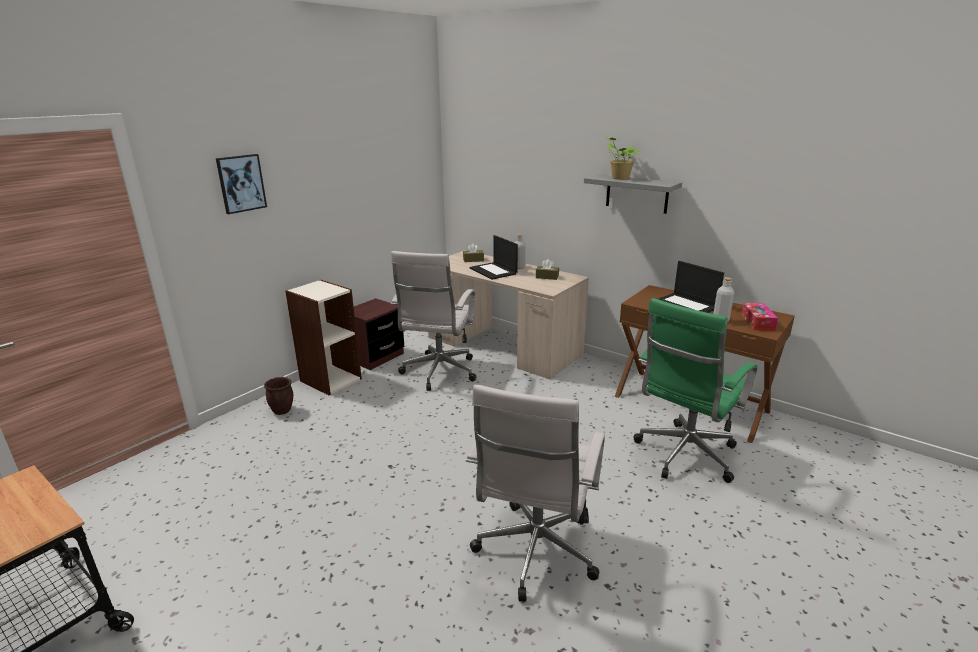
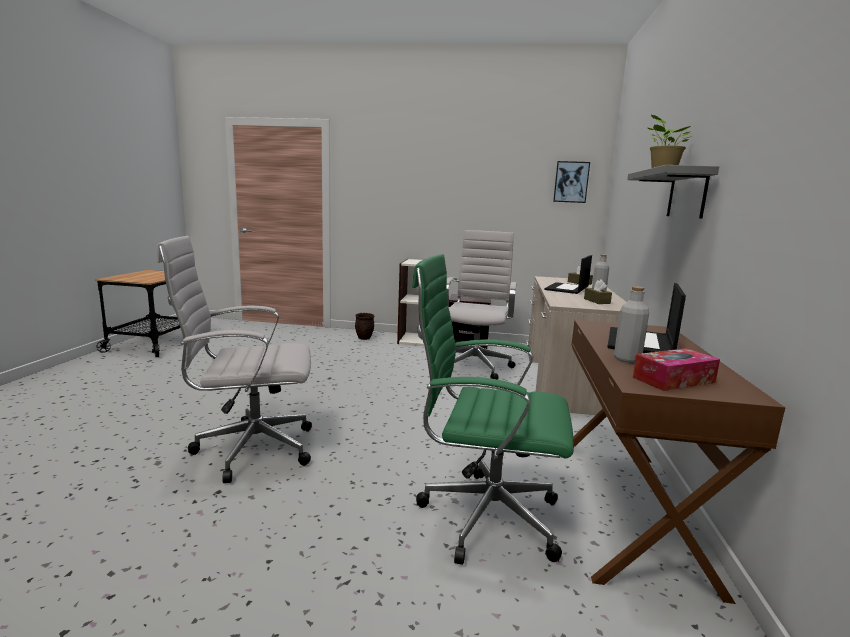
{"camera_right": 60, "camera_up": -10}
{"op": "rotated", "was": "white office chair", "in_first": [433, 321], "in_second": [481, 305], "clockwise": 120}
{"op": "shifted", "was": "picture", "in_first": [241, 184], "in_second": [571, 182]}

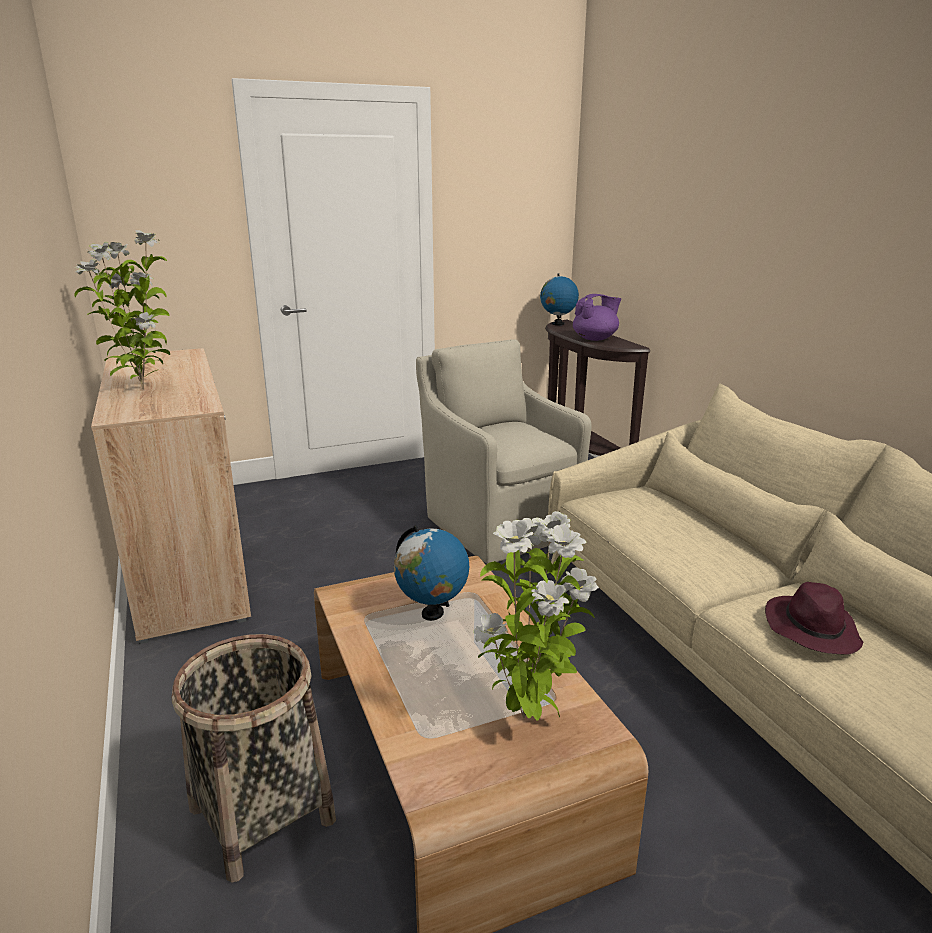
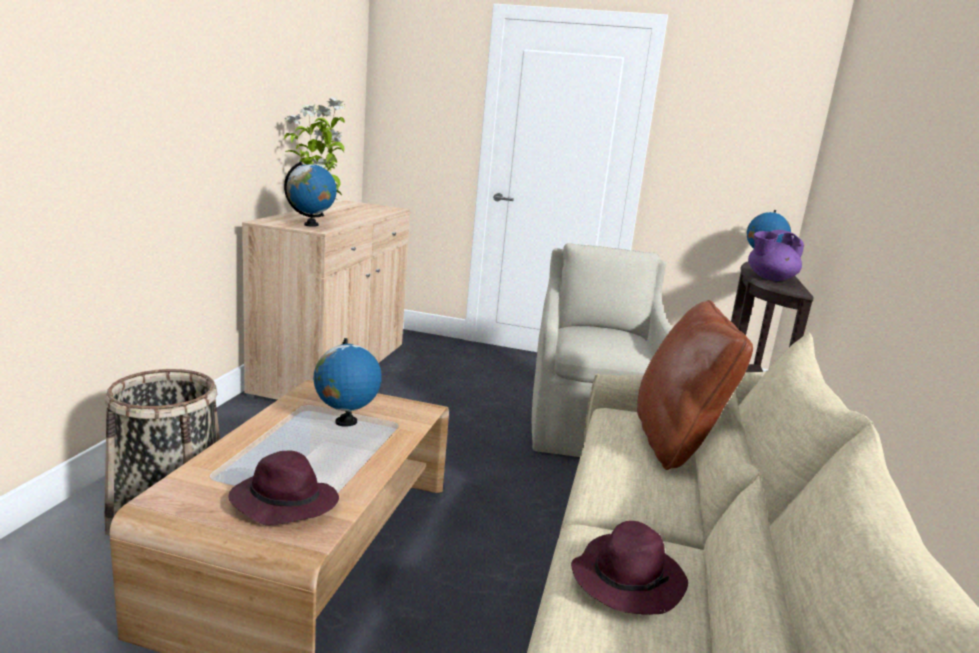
{"camera_right": 35, "camera_up": -5}
{"op": "swapped", "was": "potted plant", "now": "purple hat", "in_first": [536, 616], "in_second": [283, 488]}
{"op": "new", "now": "globe", "in_second": [310, 194]}
{"op": "new", "now": "brown pillow", "in_second": [695, 385]}
{"op": "rotated", "was": "purple teapot", "in_first": [597, 317], "in_second": [776, 255], "clockwise": 150}

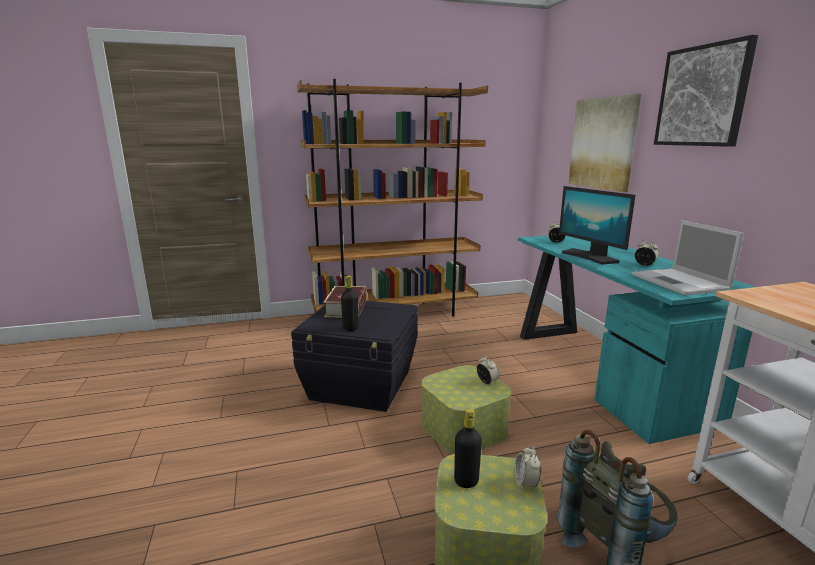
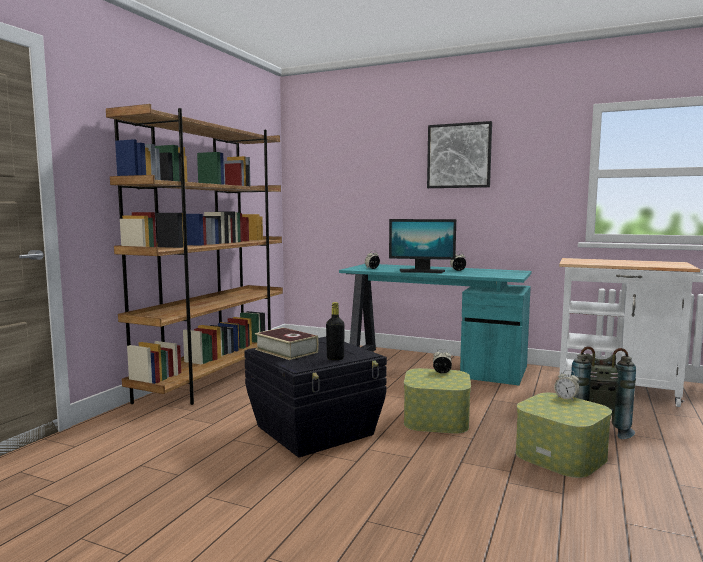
{"camera_right": -50, "camera_up": -10}
{"op": "gone", "was": "black bottle", "in_first": [468, 448]}
{"op": "gone", "was": "picture", "in_first": [604, 143]}
{"op": "gone", "was": "laptop", "in_first": [688, 257]}

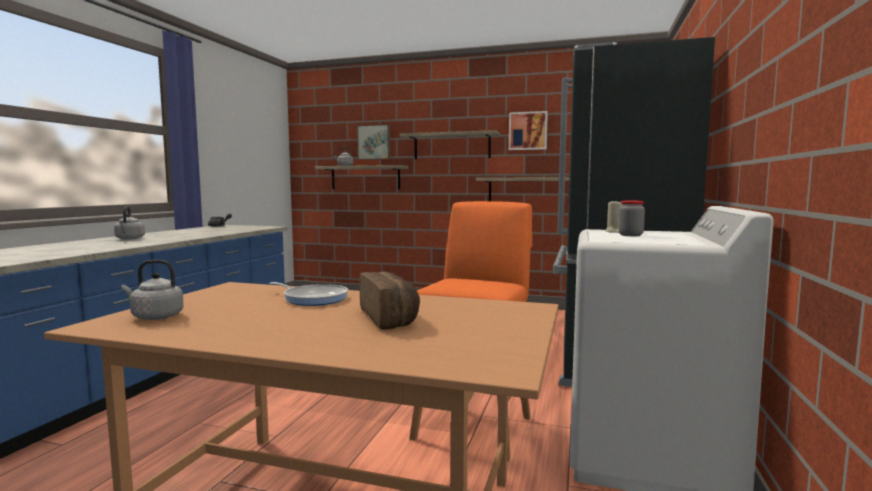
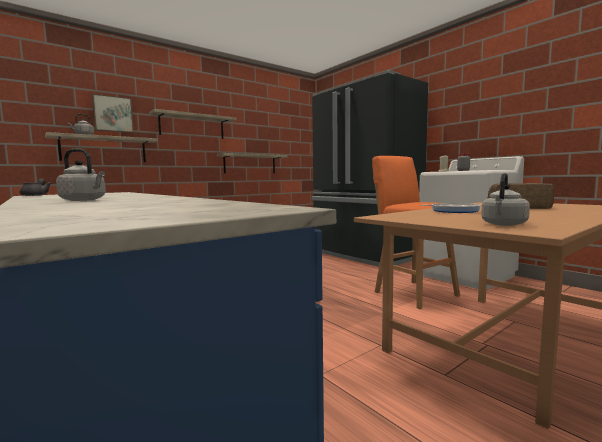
{"camera_right": -55, "camera_up": 0}
{"op": "gone", "was": "picture", "in_first": [528, 130]}

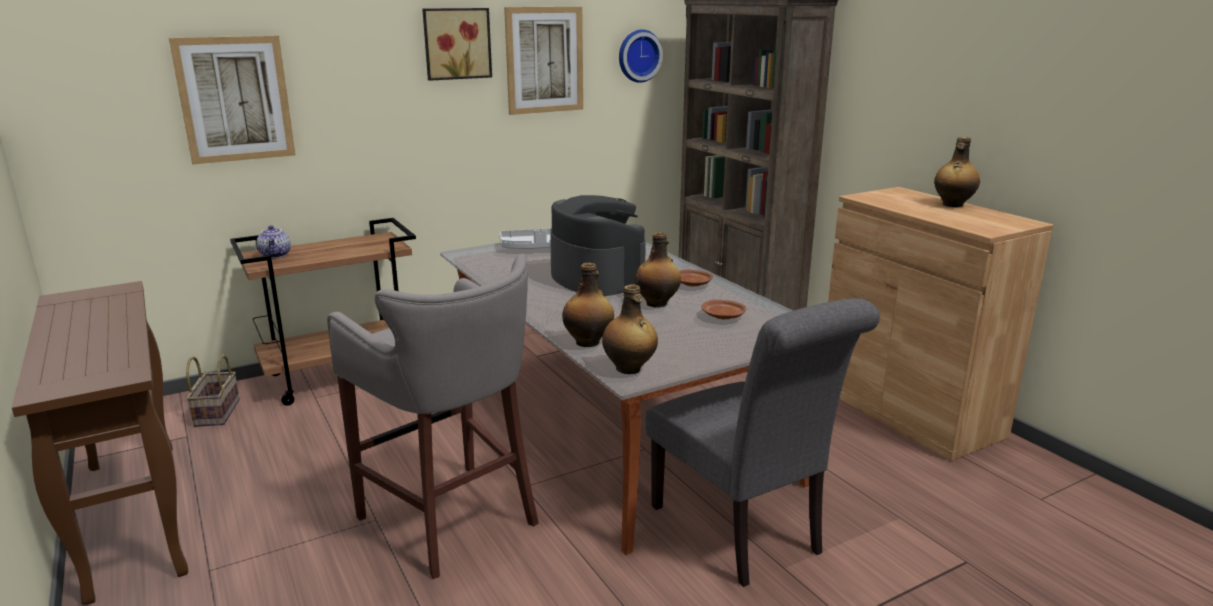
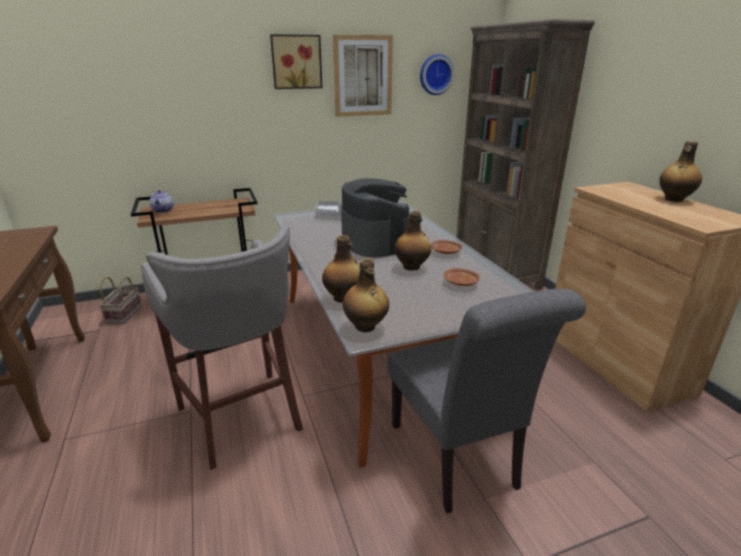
{"camera_right": 10, "camera_up": 5}
{"op": "gone", "was": "picture", "in_first": [232, 100]}

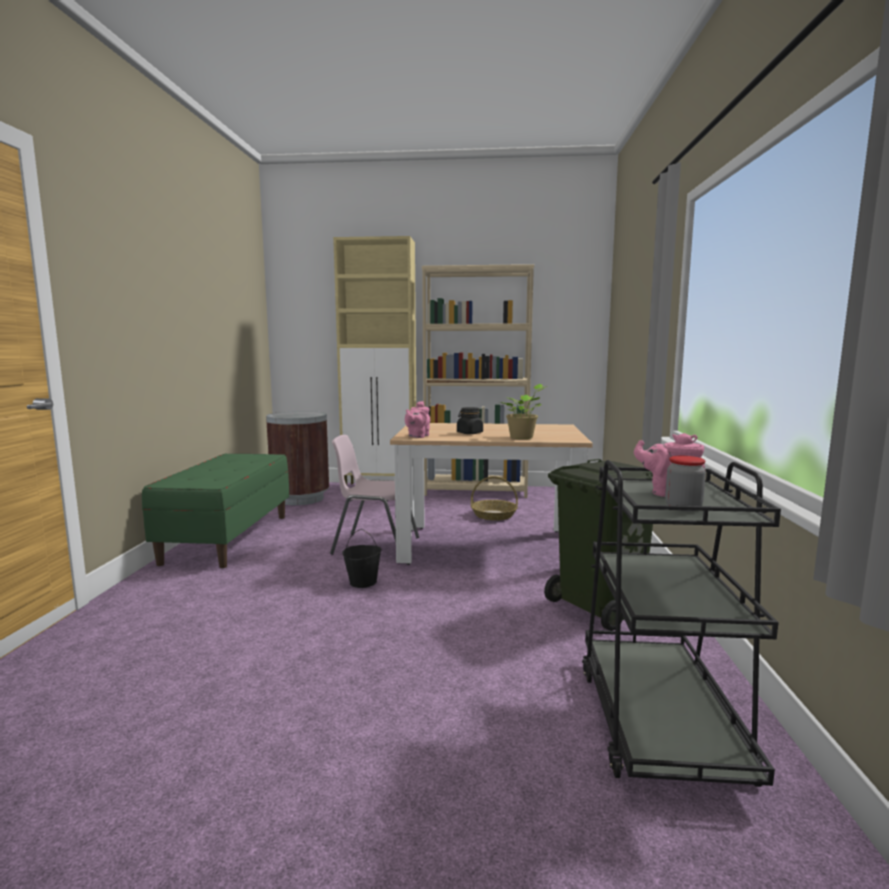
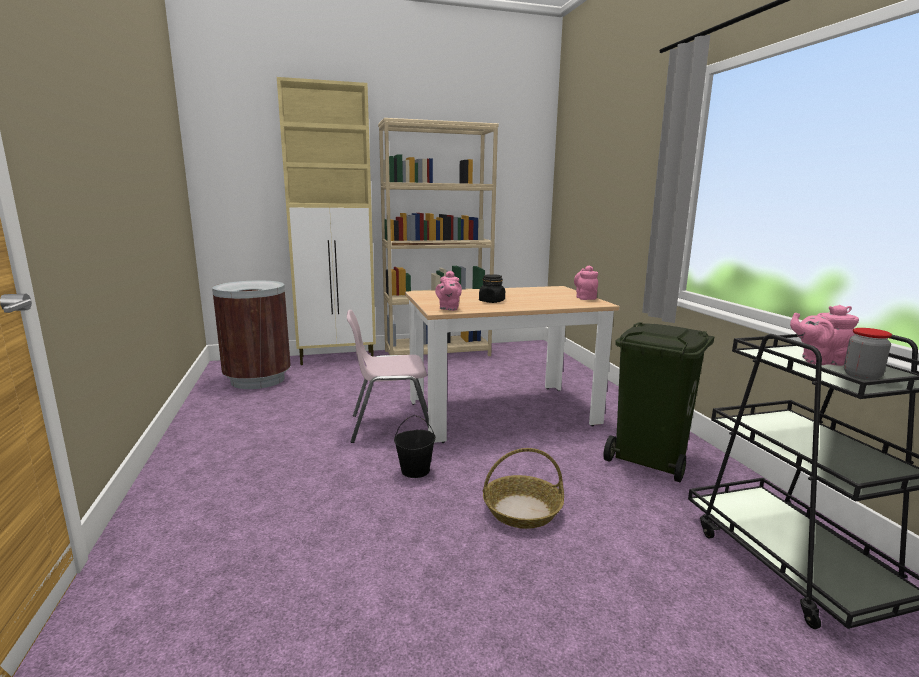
{"camera_right": -20, "camera_up": 5}
{"op": "shifted", "was": "basket", "in_first": [494, 498], "in_second": [523, 488]}
{"op": "new", "now": "pink teapot", "in_second": [586, 283]}
{"op": "gone", "was": "green bench", "in_first": [215, 511]}
{"op": "gone", "was": "potted plant", "in_first": [523, 411]}

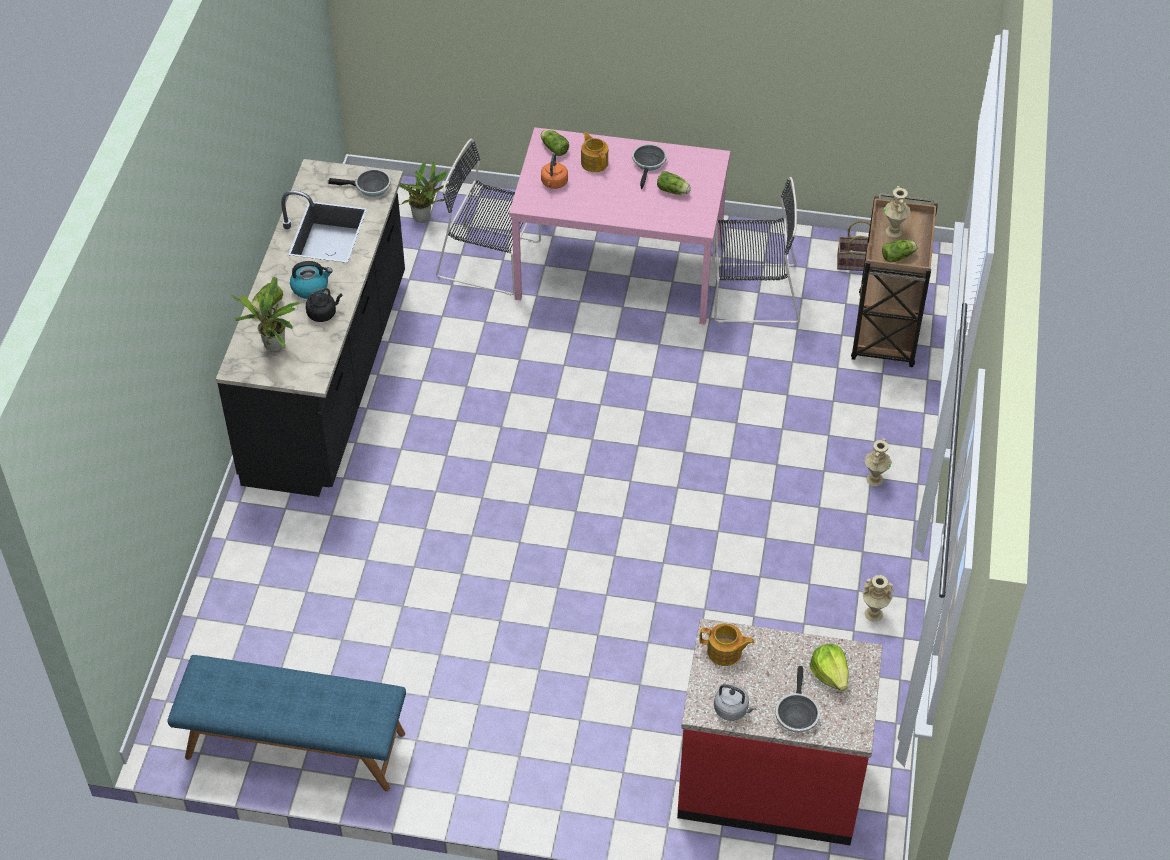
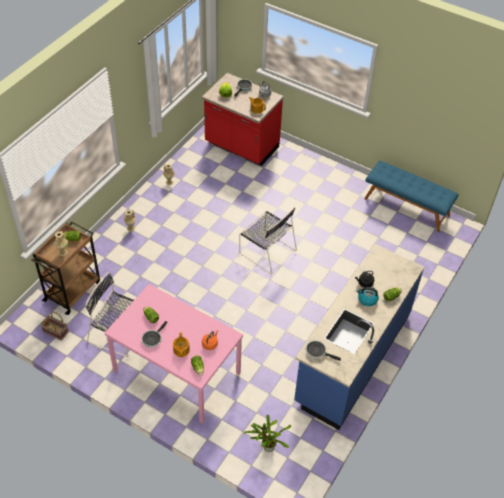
{"camera_right": -160, "camera_up": 0}
{"op": "shifted", "was": "black chair", "in_first": [488, 217], "in_second": [268, 240]}
{"op": "repainted", "was": "black counter", "now": "blue counter", "in_first": [310, 328], "in_second": [359, 337]}
{"op": "gone", "was": "potted plant", "in_first": [265, 314]}

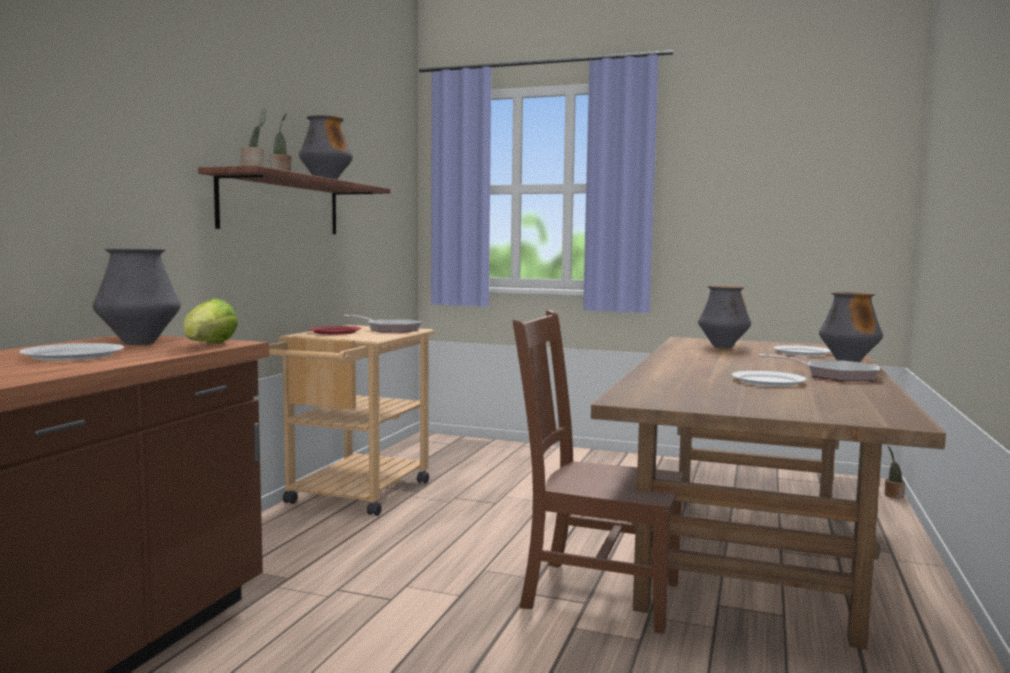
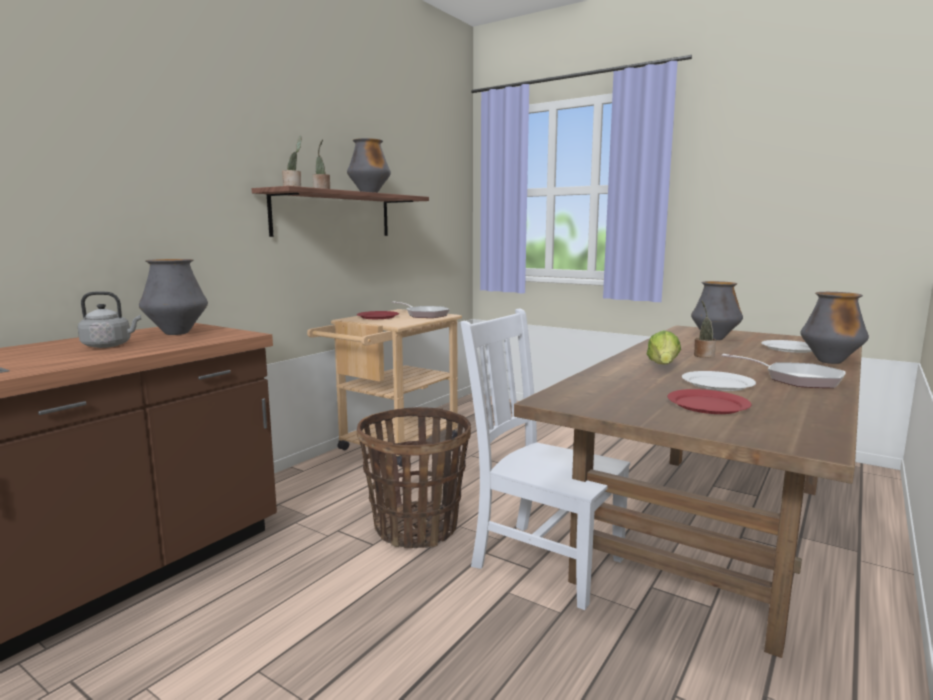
{"camera_right": 15, "camera_up": 5}
{"op": "swapped", "was": "white plate", "now": "grey kettle", "in_first": [71, 352], "in_second": [109, 319]}
{"op": "new", "now": "basket", "in_second": [414, 477]}
{"op": "repainted", "was": "brown chair", "now": "white chair", "in_first": [597, 472], "in_second": [545, 459]}
{"op": "shifted", "was": "lettuce", "in_first": [211, 321], "in_second": [663, 347]}
{"op": "new", "now": "red plate", "in_second": [709, 401]}
{"op": "shifted", "was": "potted plant", "in_first": [895, 472], "in_second": [705, 329]}

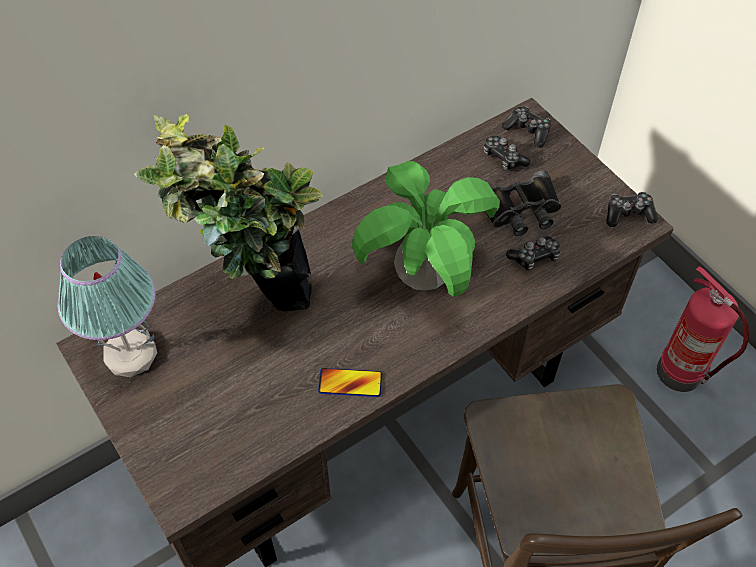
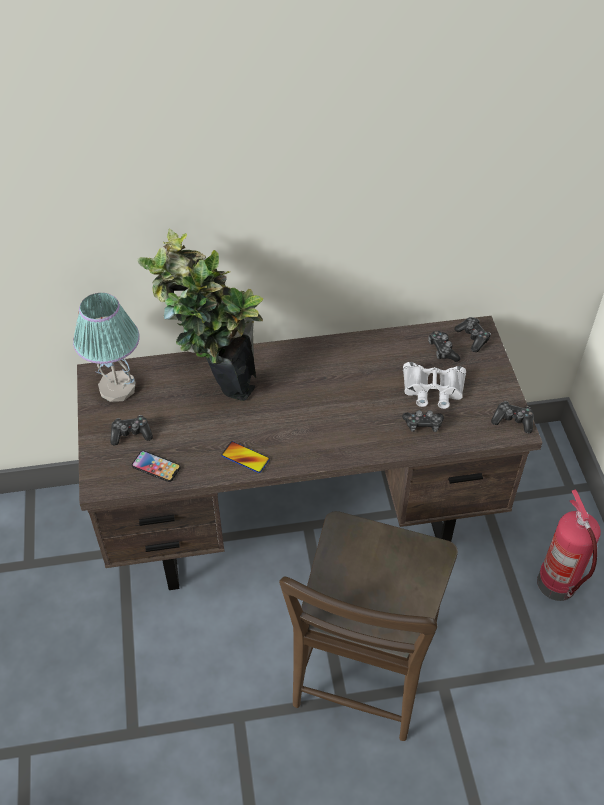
{"camera_right": 25, "camera_up": -5}
{"op": "new", "now": "game controller", "in_second": [131, 430]}
{"op": "new", "now": "phone", "in_second": [156, 466]}
{"op": "repainted", "was": "black binoculars", "now": "white binoculars", "in_first": [523, 203], "in_second": [434, 385]}
{"op": "gone", "was": "potted plant", "in_first": [426, 229]}

